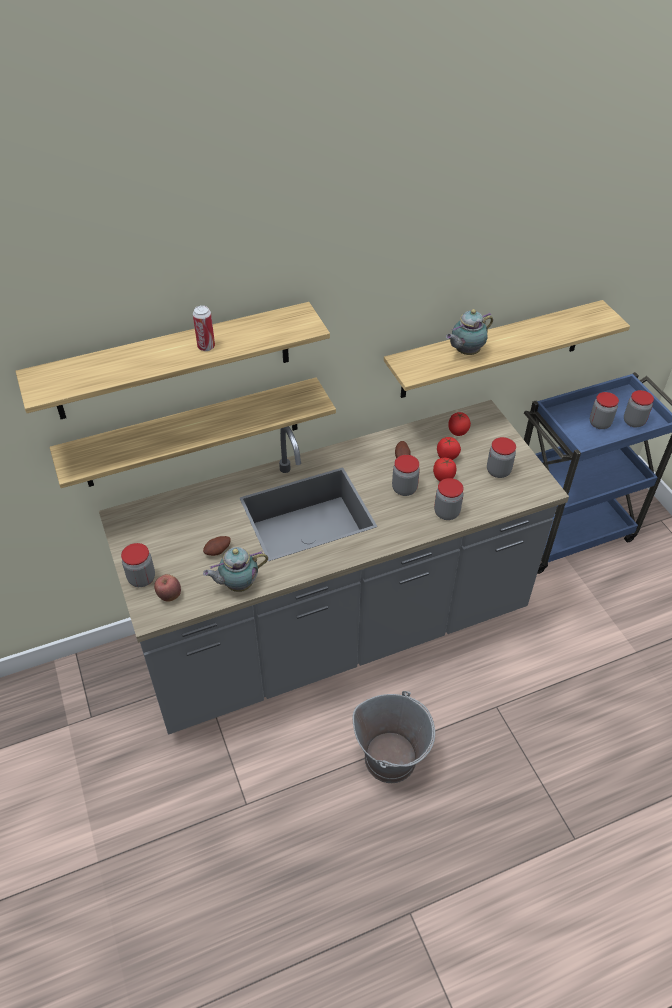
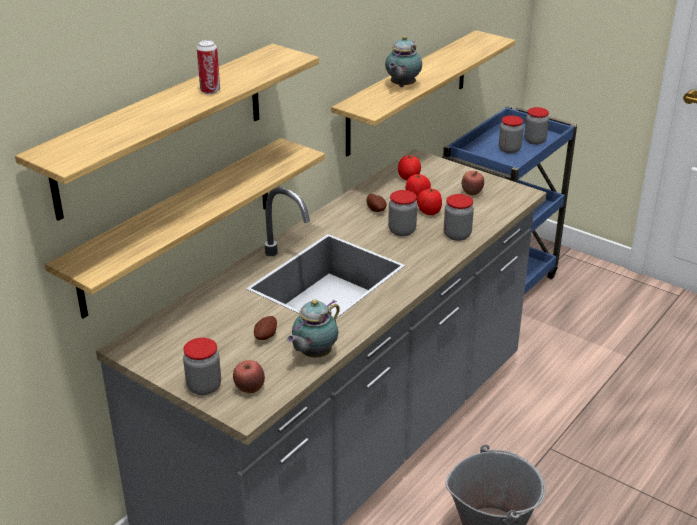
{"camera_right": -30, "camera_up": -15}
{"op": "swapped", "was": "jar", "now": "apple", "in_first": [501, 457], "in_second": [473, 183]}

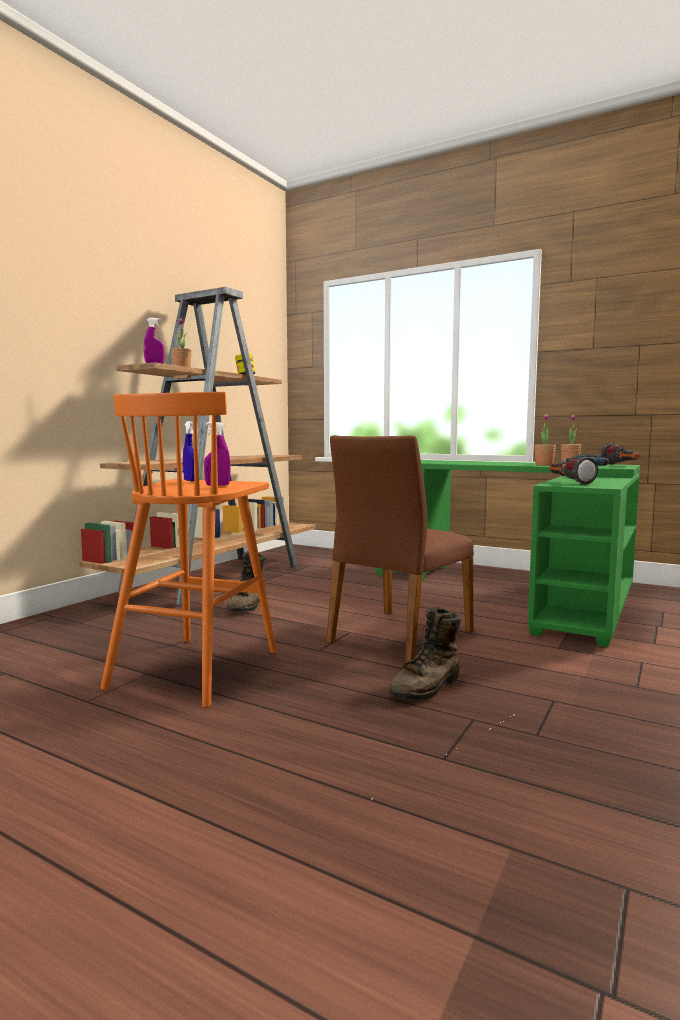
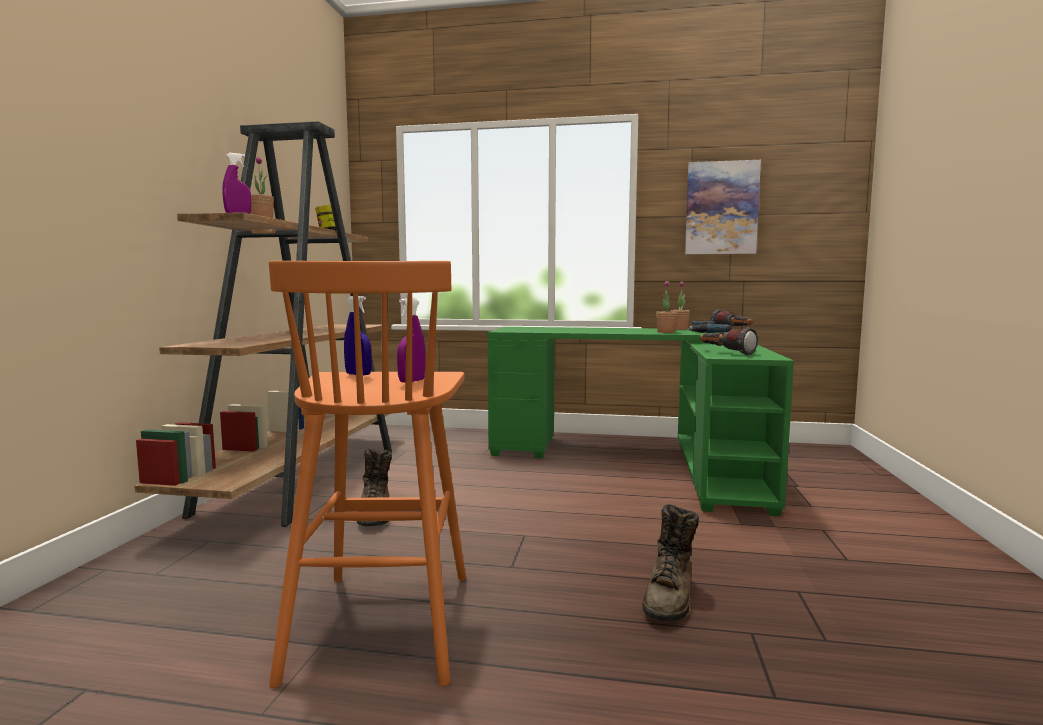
{"camera_right": -20, "camera_up": 0}
{"op": "new", "now": "picture", "in_second": [723, 207]}
{"op": "gone", "was": "brown chair", "in_first": [400, 549]}

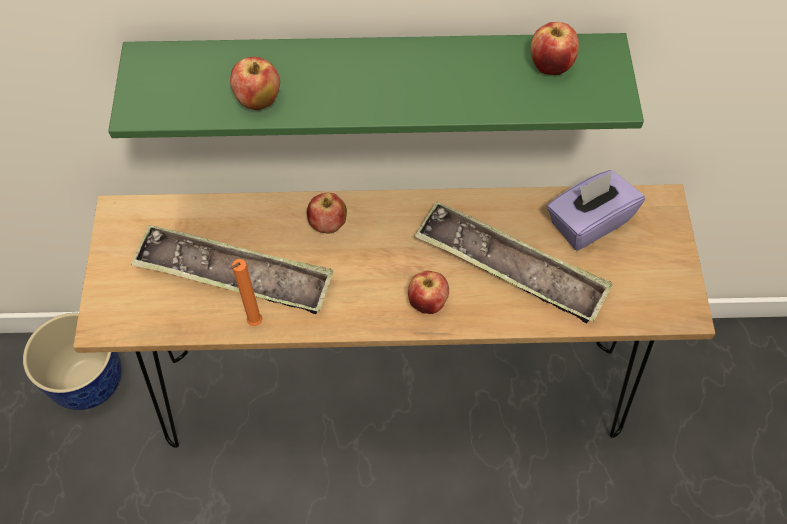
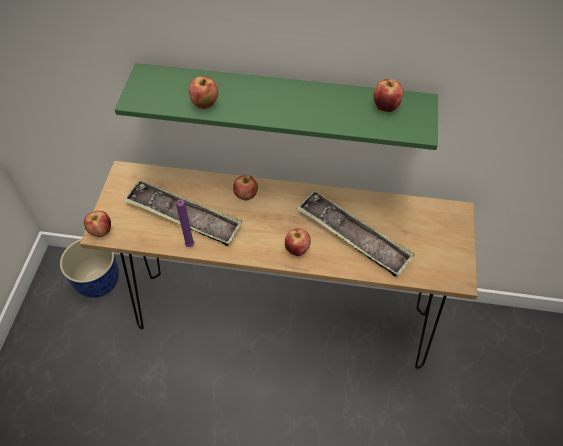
{"camera_right": 10, "camera_up": -5}
{"op": "new", "now": "apple", "in_second": [97, 224]}
{"op": "repainted", "was": "orange candle", "now": "purple candle", "in_first": [245, 292], "in_second": [183, 223]}
{"op": "gone", "was": "purple tissue box", "in_first": [596, 210]}

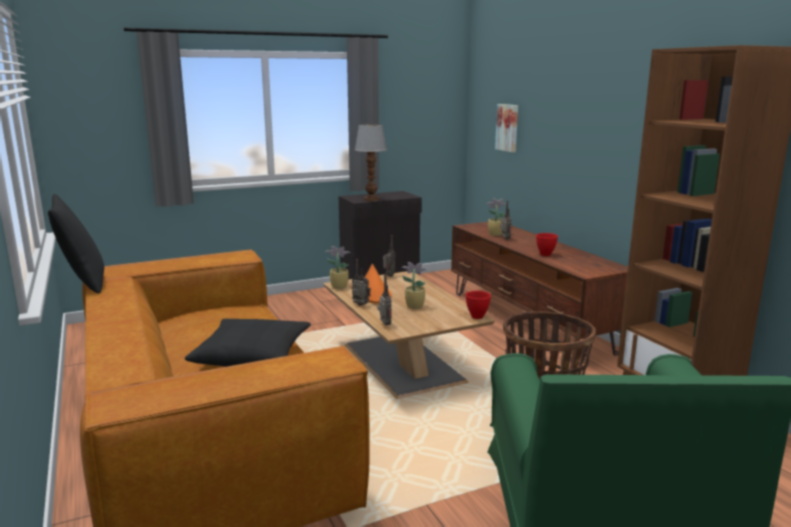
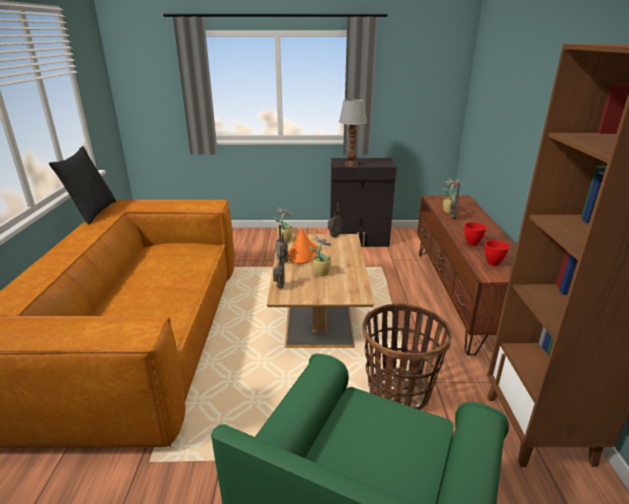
{"camera_right": 25, "camera_up": 10}
{"op": "shifted", "was": "red bowl", "in_first": [478, 305], "in_second": [497, 253]}
{"op": "gone", "was": "black pillow", "in_first": [248, 343]}
{"op": "gone", "was": "picture", "in_first": [506, 128]}

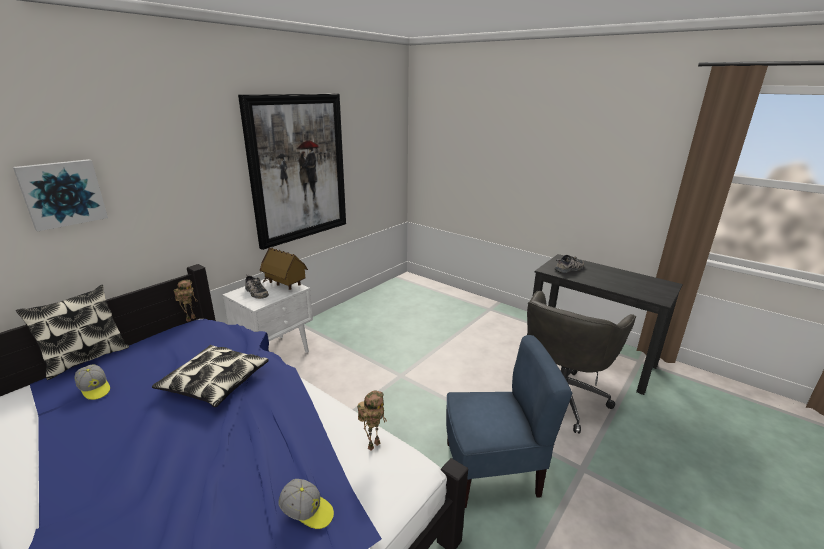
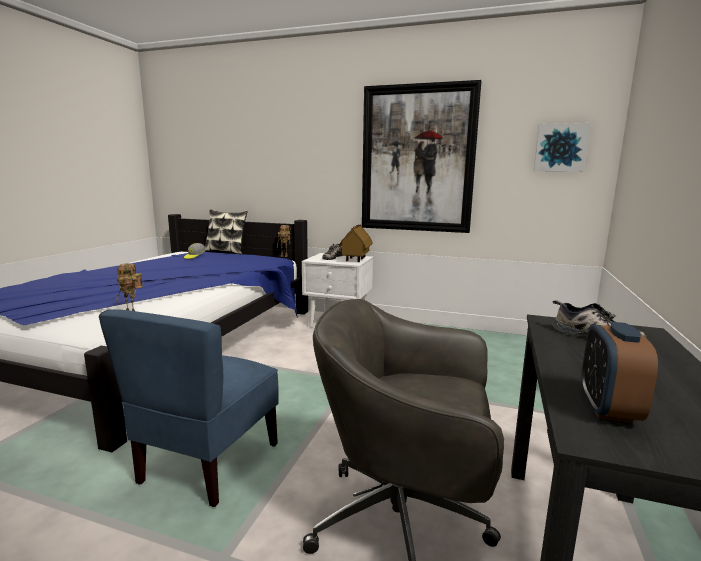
{"camera_right": 70, "camera_up": -10}
{"op": "rotated", "was": "blue chair", "in_first": [509, 421], "in_second": [189, 408], "clockwise": 45}
{"op": "shifted", "was": "picture", "in_first": [60, 195], "in_second": [562, 147]}
{"op": "new", "now": "alarm clock", "in_second": [620, 372]}
{"op": "gone", "was": "pillow", "in_first": [210, 376]}
{"op": "gone", "was": "cap", "in_first": [306, 504]}

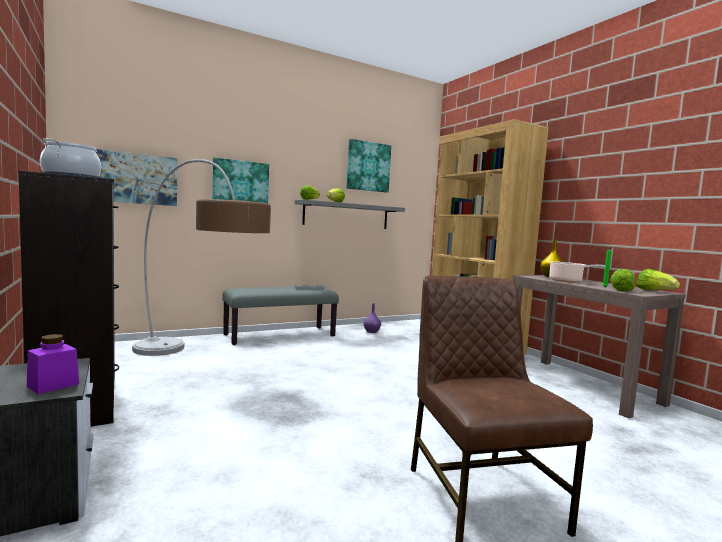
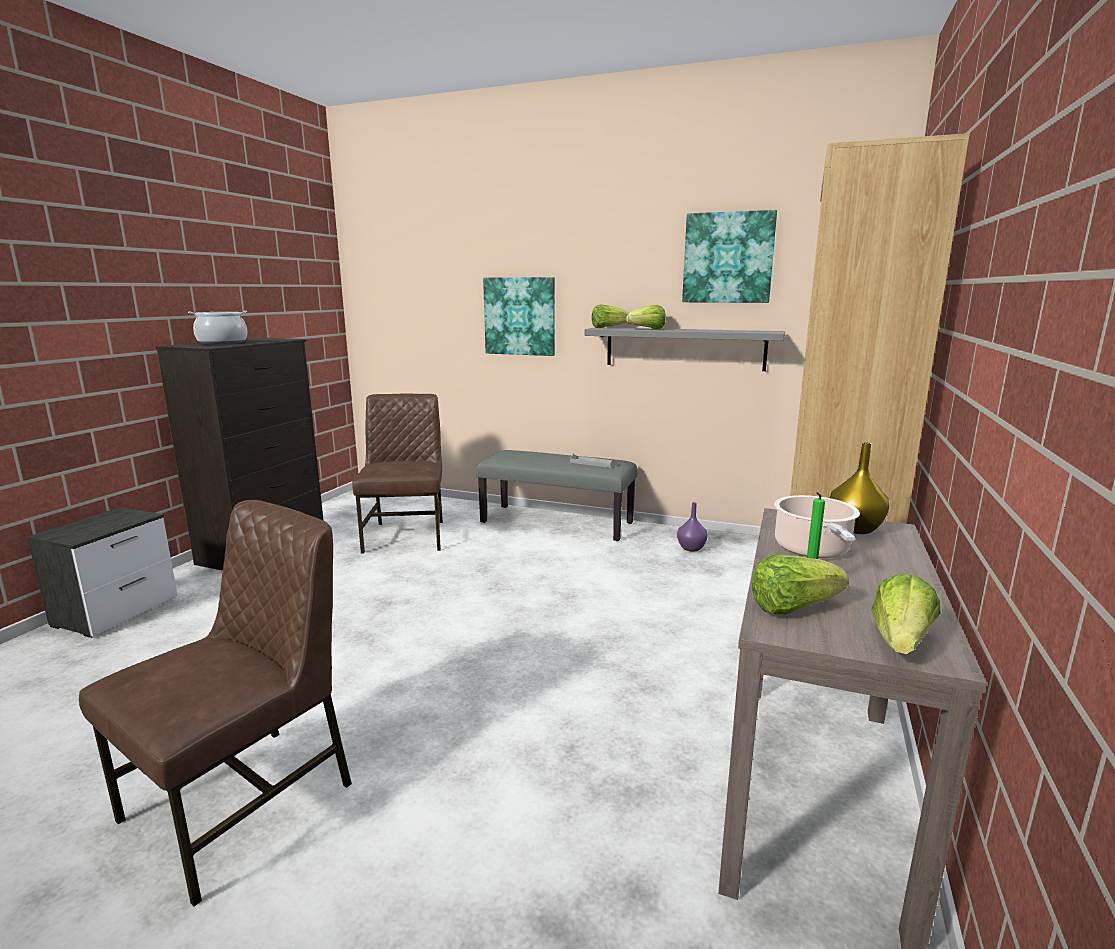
{"camera_right": 50, "camera_up": 10}
{"op": "swapped", "was": "floor lamp", "now": "brown chair", "in_first": [201, 257], "in_second": [397, 474]}
{"op": "gone", "was": "purple jar", "in_first": [53, 364]}
{"op": "gone", "was": "picture", "in_first": [136, 177]}

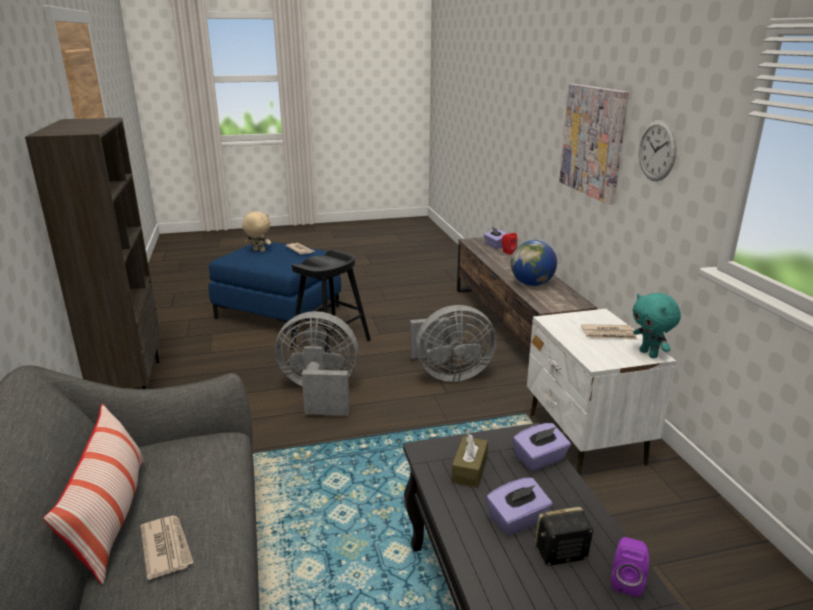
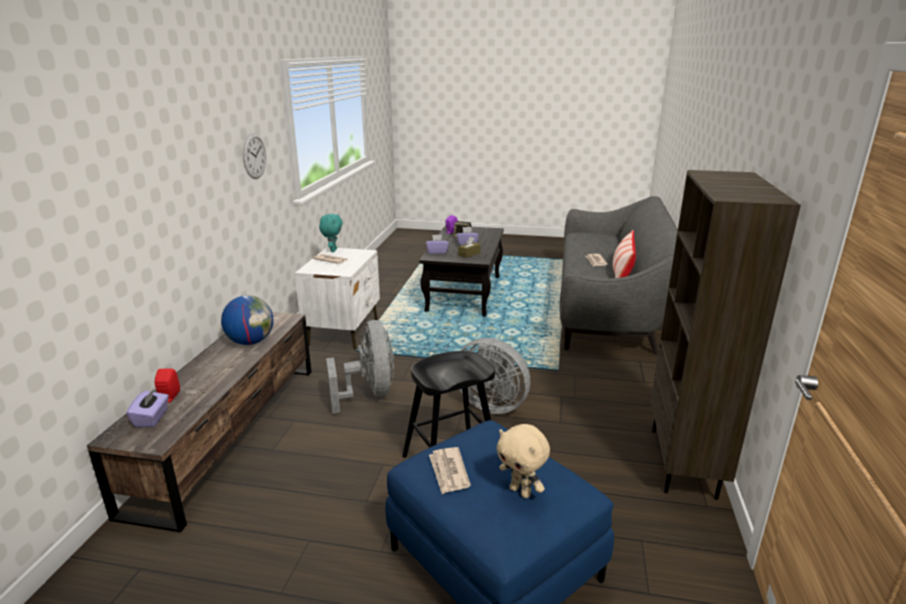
{"camera_right": -155, "camera_up": 0}
{"op": "rotated", "was": "grey fan", "in_first": [453, 343], "in_second": [360, 367], "clockwise": 60}
{"op": "gone", "was": "picture", "in_first": [594, 144]}

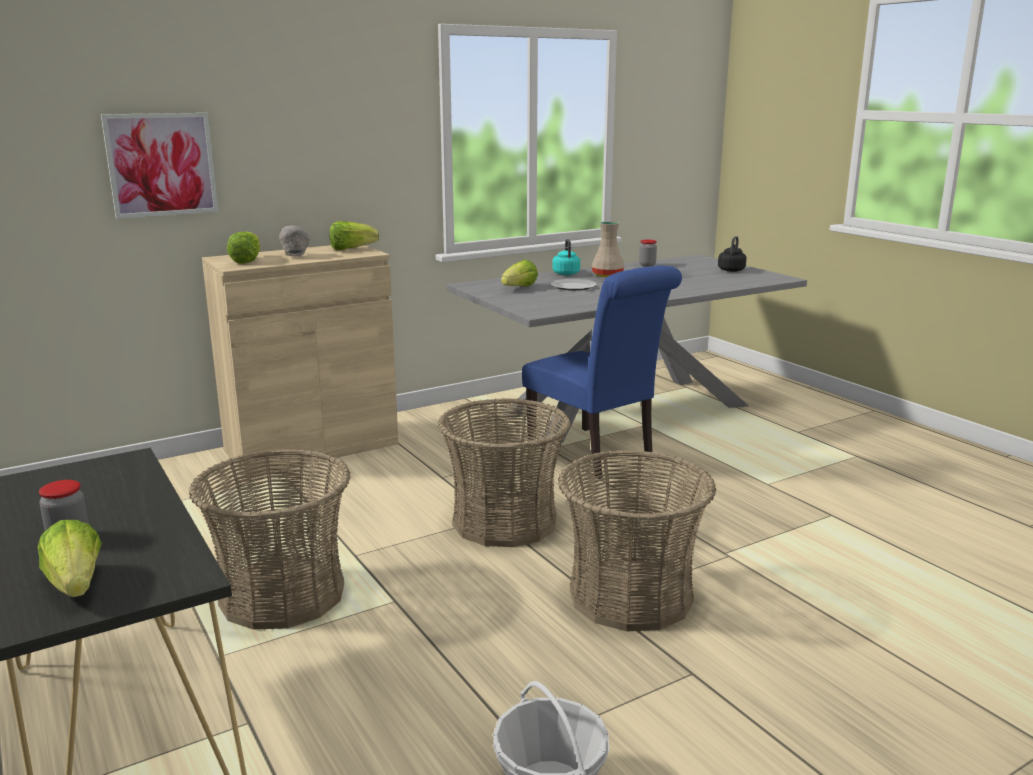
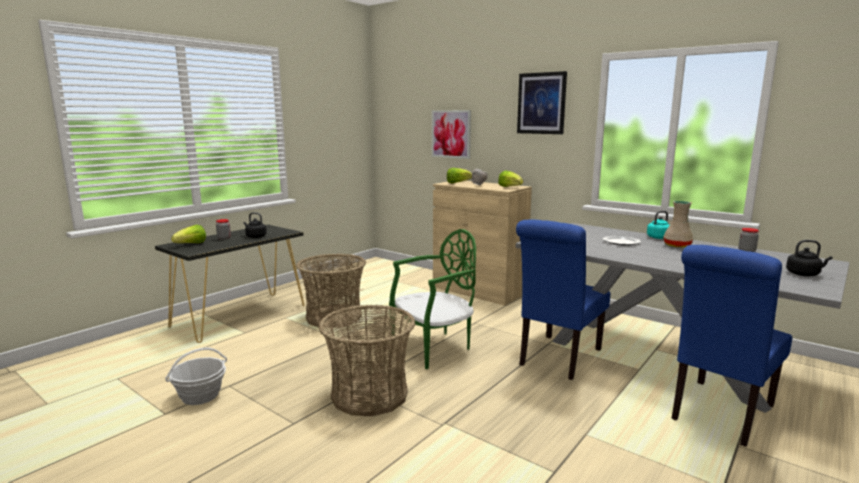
{"camera_right": 70, "camera_up": -5}
{"op": "new", "now": "black kettle", "in_second": [255, 225]}
{"op": "swapped", "was": "basket", "now": "green chair", "in_first": [504, 472], "in_second": [432, 299]}
{"op": "new", "now": "picture", "in_second": [542, 102]}
{"op": "new", "now": "blue chair", "in_second": [731, 346]}
{"op": "gone", "was": "lettuce", "in_first": [519, 273]}

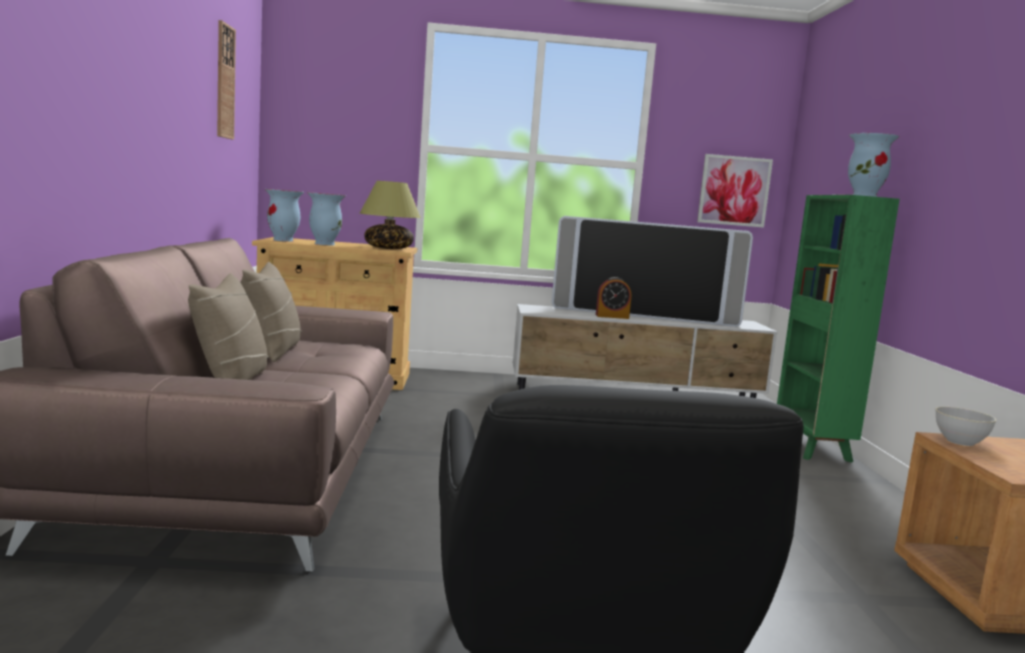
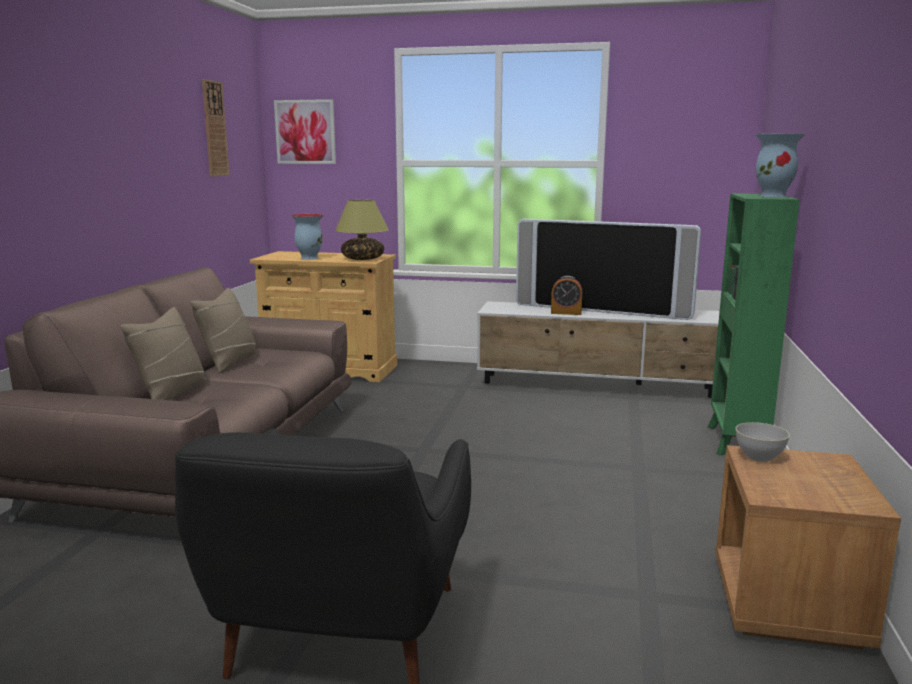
{"camera_right": 15, "camera_up": 5}
{"op": "shifted", "was": "picture", "in_first": [735, 191], "in_second": [305, 131]}
{"op": "gone", "was": "vase", "in_first": [284, 215]}

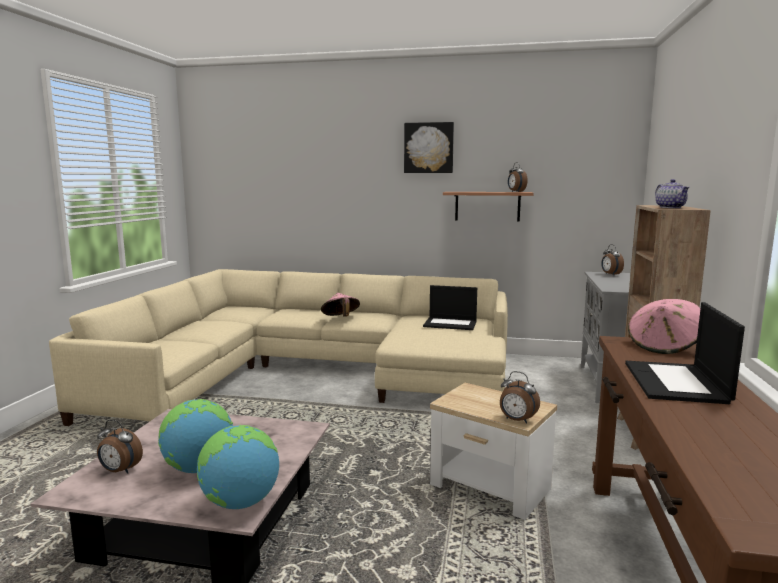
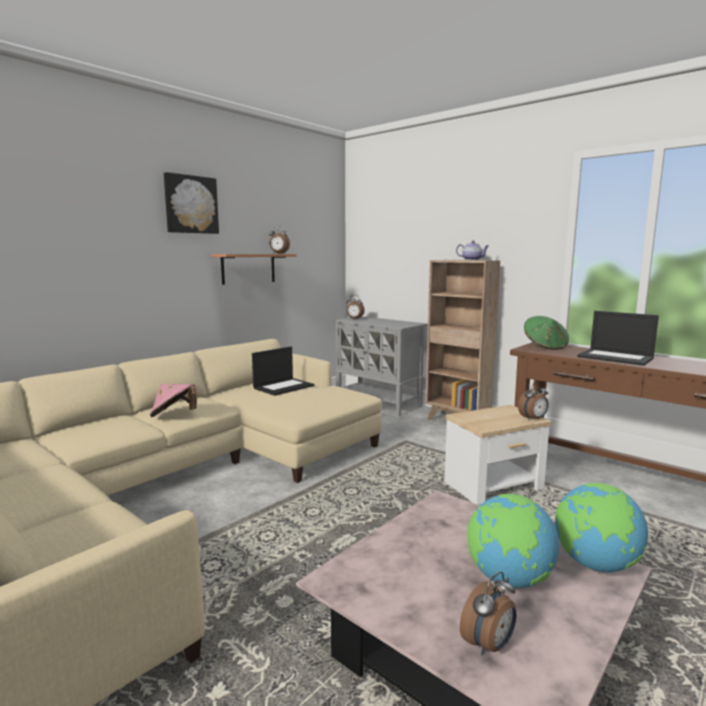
{"camera_right": -60, "camera_up": 0}
{"op": "repainted", "was": "pink hat", "now": "green hat", "in_first": [664, 326], "in_second": [546, 333]}

